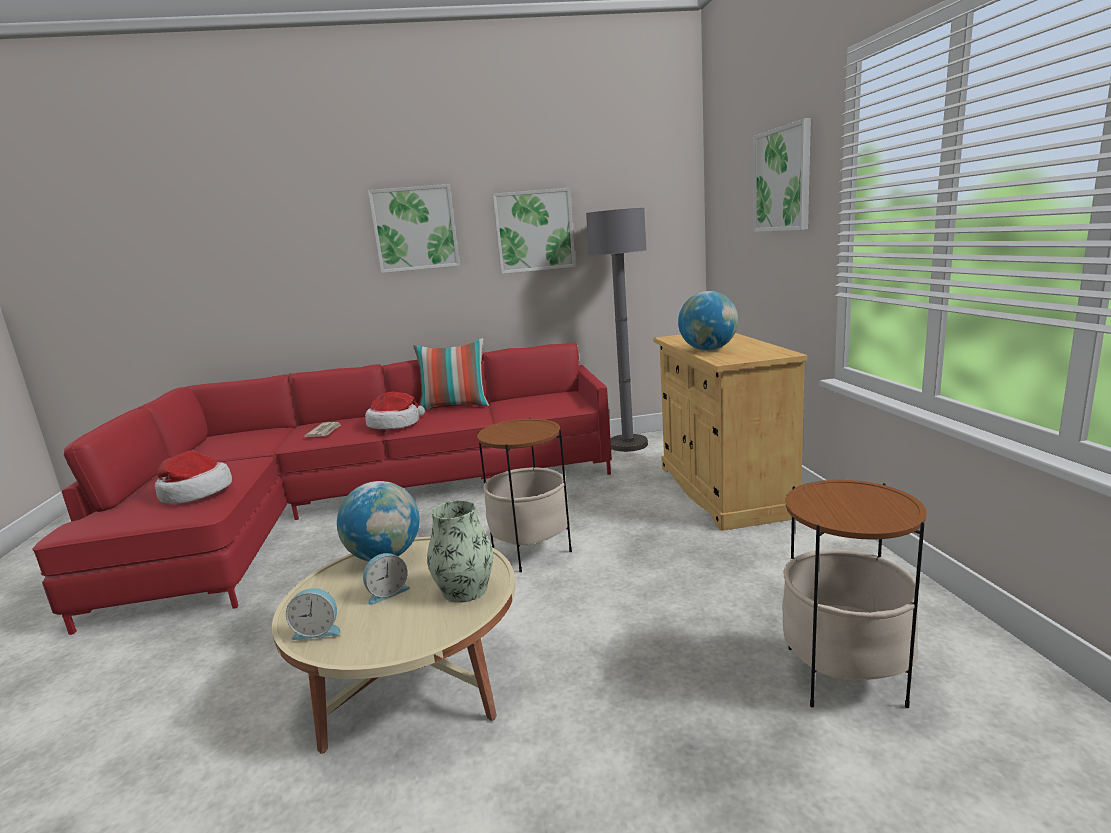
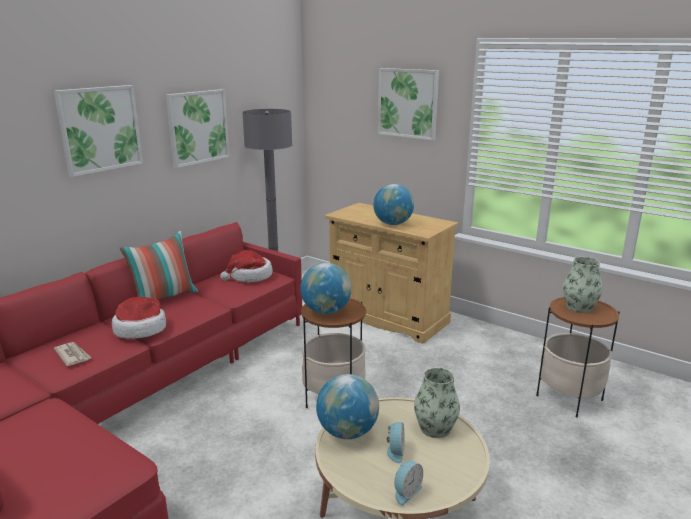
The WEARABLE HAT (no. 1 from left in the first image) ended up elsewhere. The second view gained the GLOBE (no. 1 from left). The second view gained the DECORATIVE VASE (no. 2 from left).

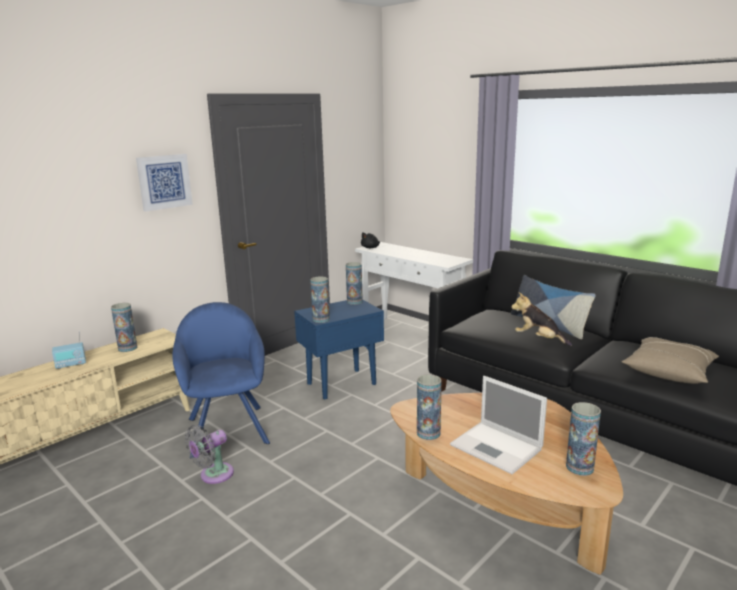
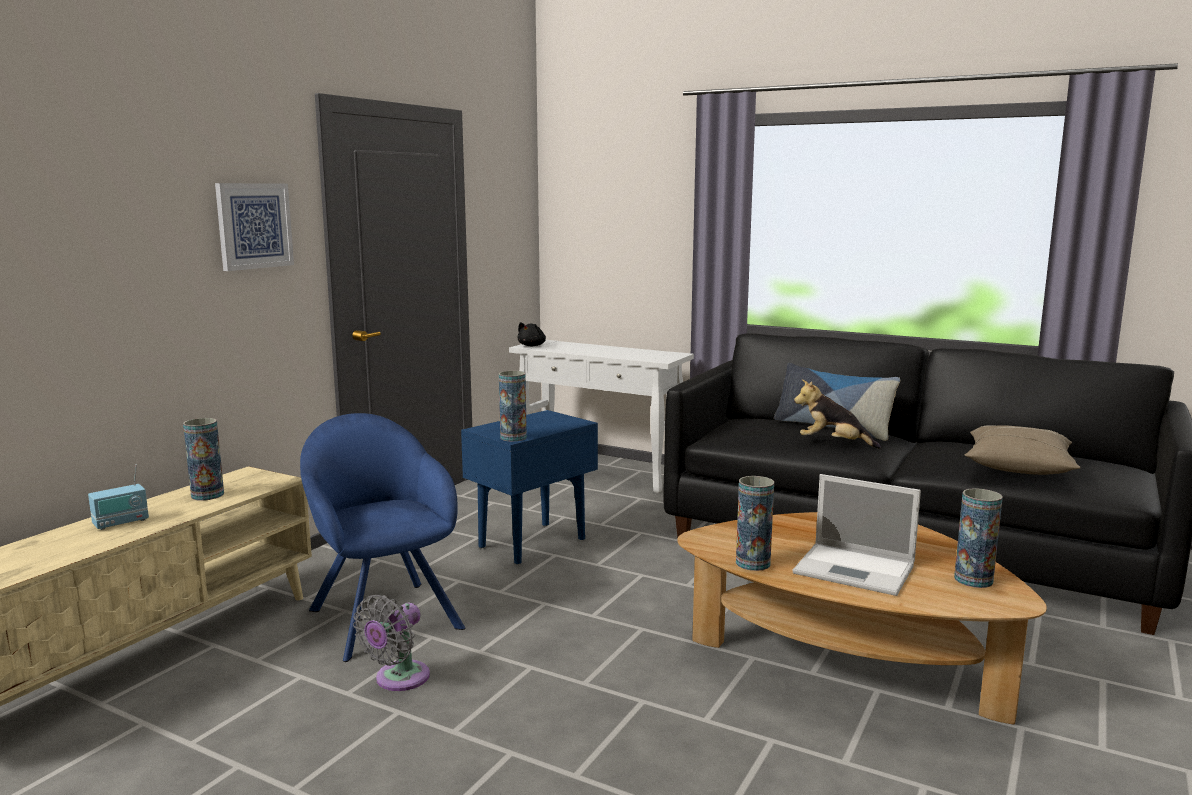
The second view lost the DECORATIVE VASE (no. 3 from left).

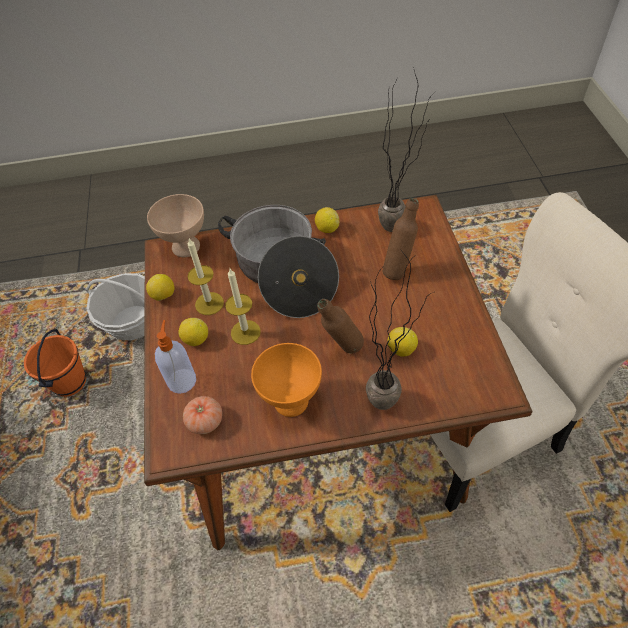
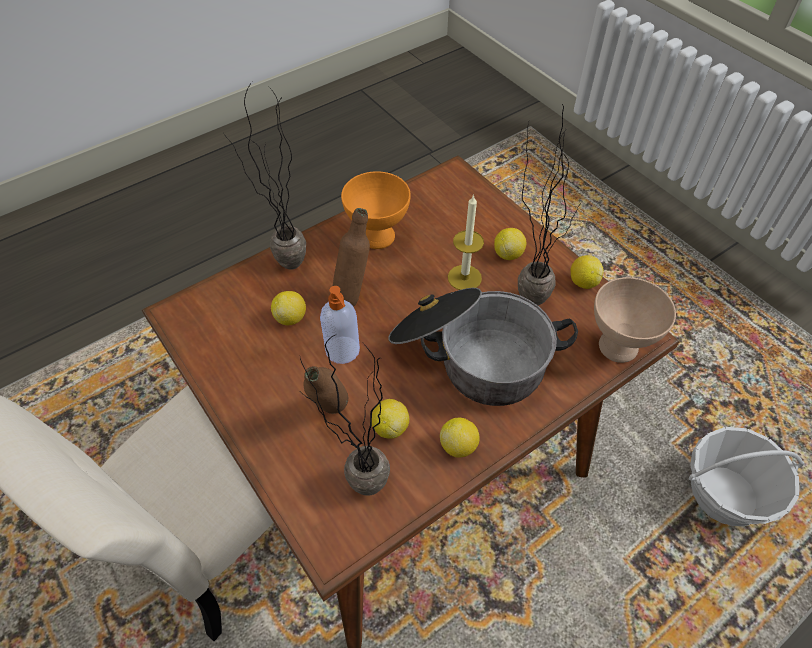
The SOAP DISPENSER ended up elsewhere. The second view gained the WHOLE LEMON (no. 2 from left). Where the WAX LIGHT (no. 1 from left) stood, the HOUSEPLANT (no. 3 from left) came to stand. The second view lost the ORANGE PAIL. The second view lost the FRESH TOMATO.

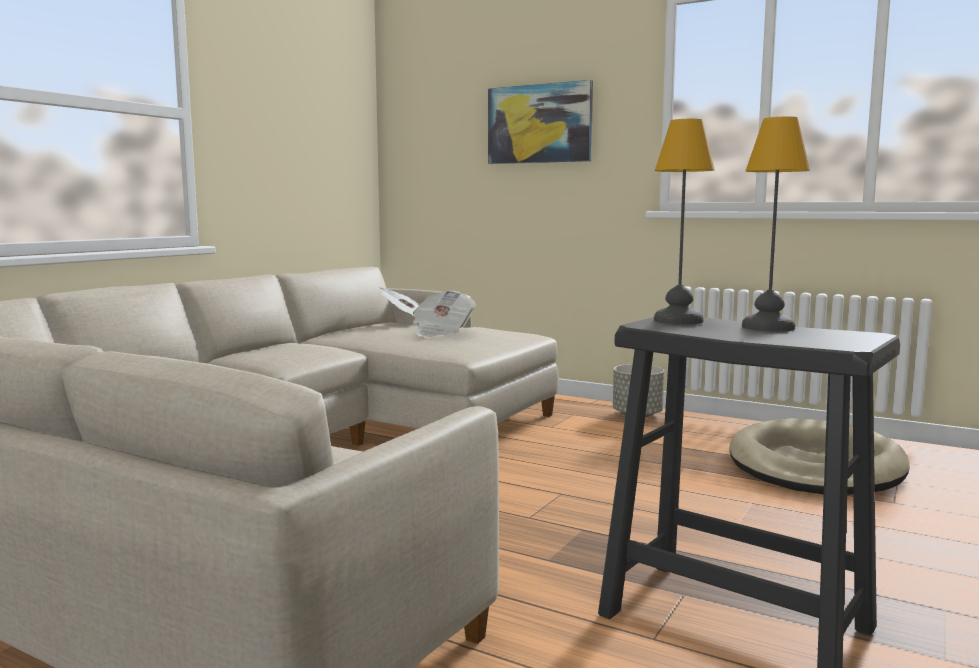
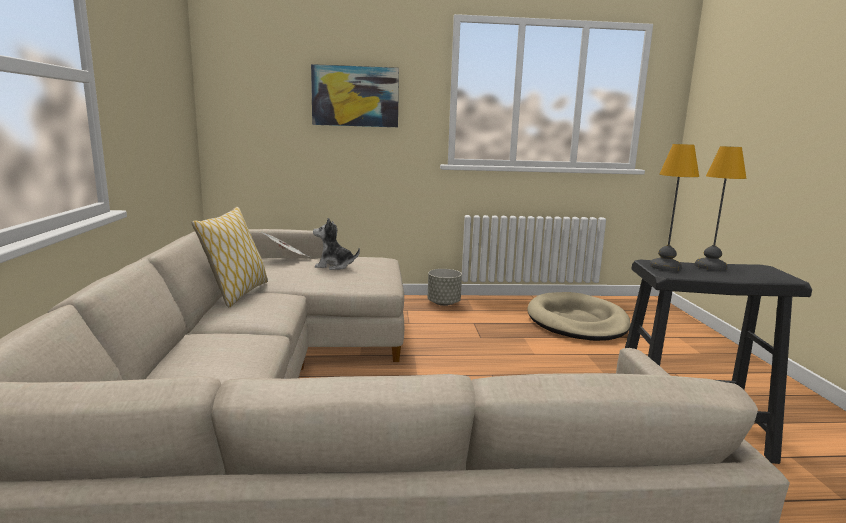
The second view gained the CUSHION. Where the DAILY PAPER (no. 2 from left) stood, the CUDDLY TOY came to stand.

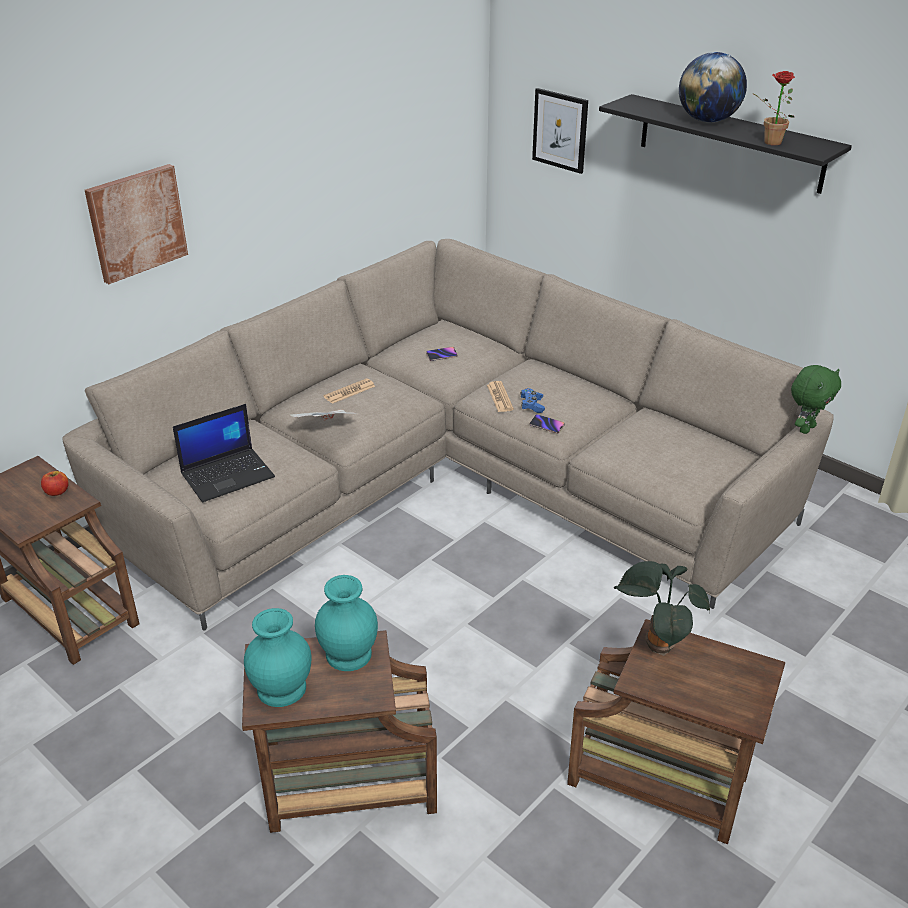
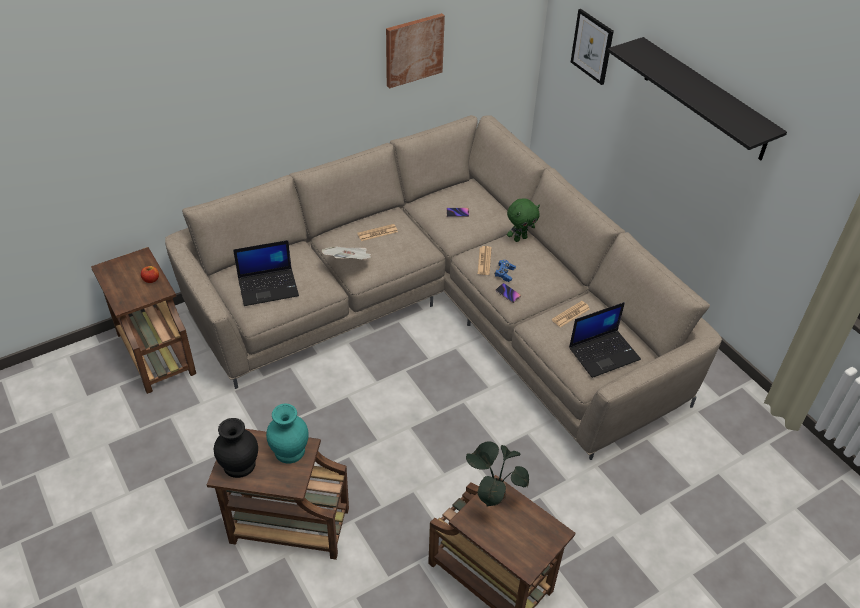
What was the BLUE-GREEN DECORATIVE VASE (no. 1 from left) turned into the BLACKISH DECORATIVE VASE. The WALL ART (no. 1 from left) ended up elsewhere. The GREEN-COLOURED CUDDLY TOY ended up elsewhere. The second view gained the DAILY PAPER (no. 4 from left). The second view gained the LAPTOP (no. 2 from left). The second view lost the GLOBE. The second view lost the HOUSEPLANT (no. 2 from left).

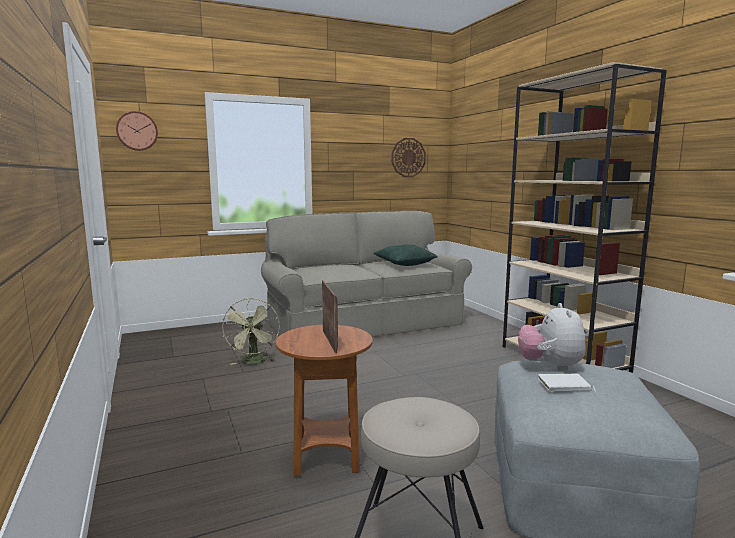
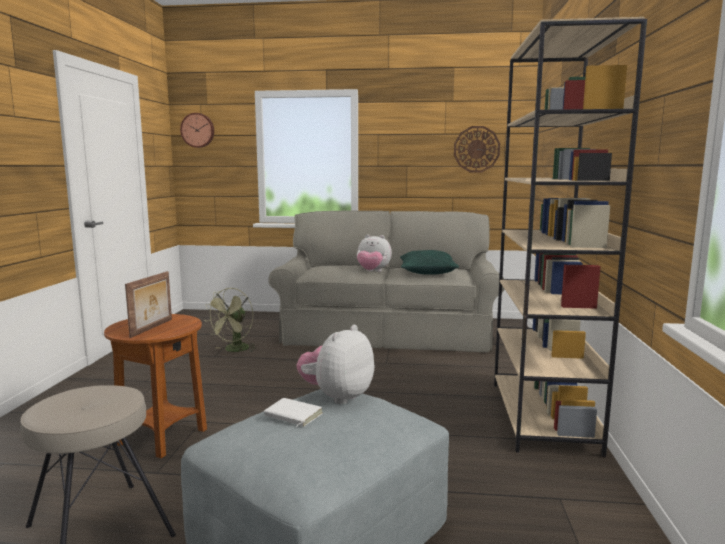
The second view gained the CUDDLY TOY (no. 2 from left).

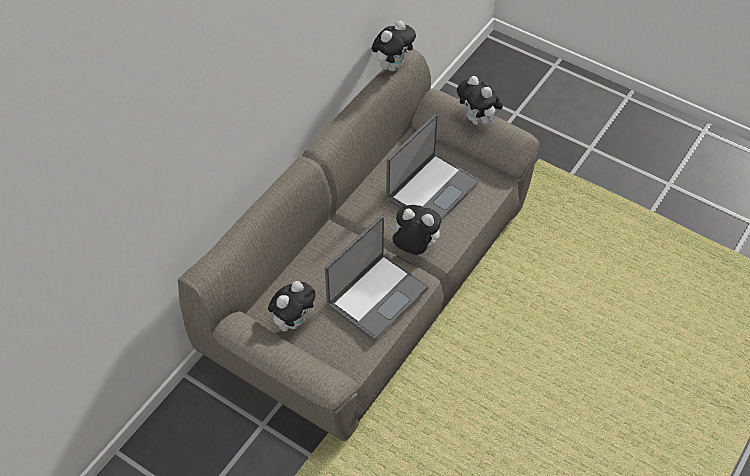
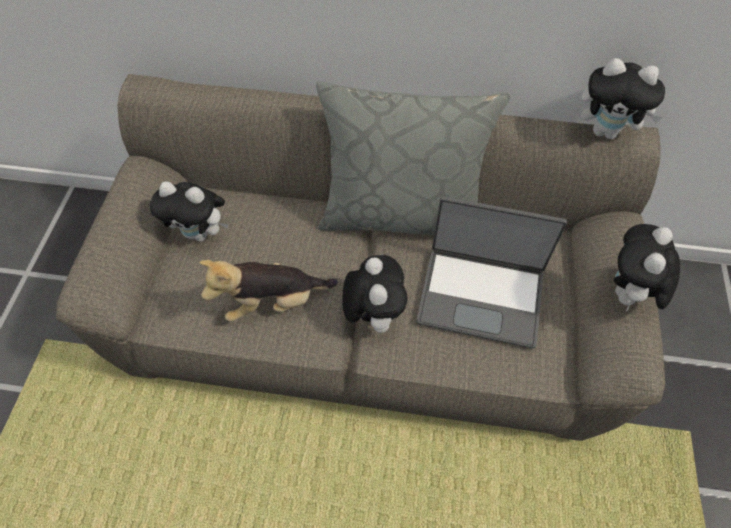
Where the LAPTOP (no. 1 from left) stood, the CUDDLY TOY (no. 2 from left) came to stand. The second view gained the GREY CUSHION.

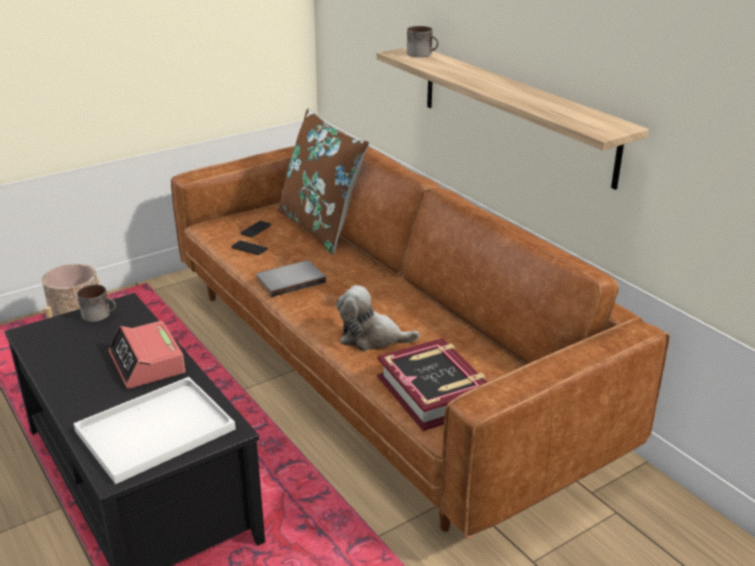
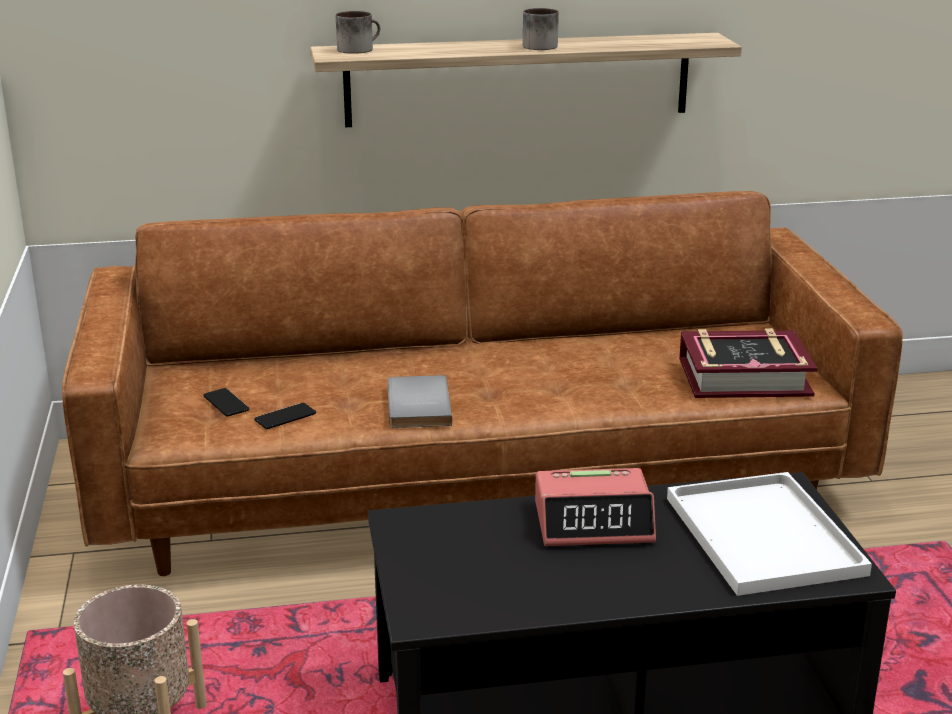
The MUG (no. 1 from left in the first image) ended up elsewhere. The second view lost the BROWNISH CUSHION. The second view lost the CUDDLY TOY.

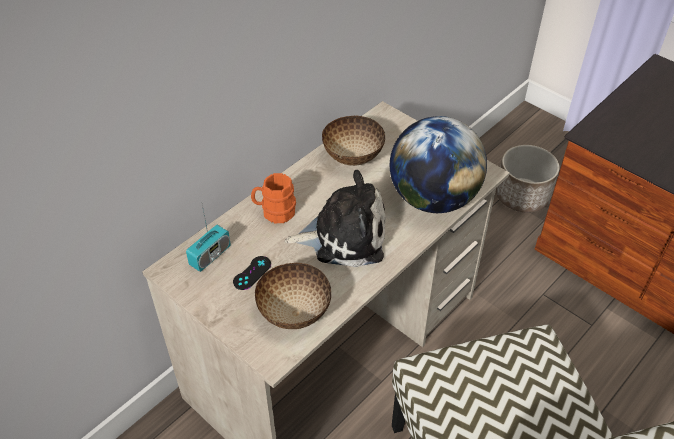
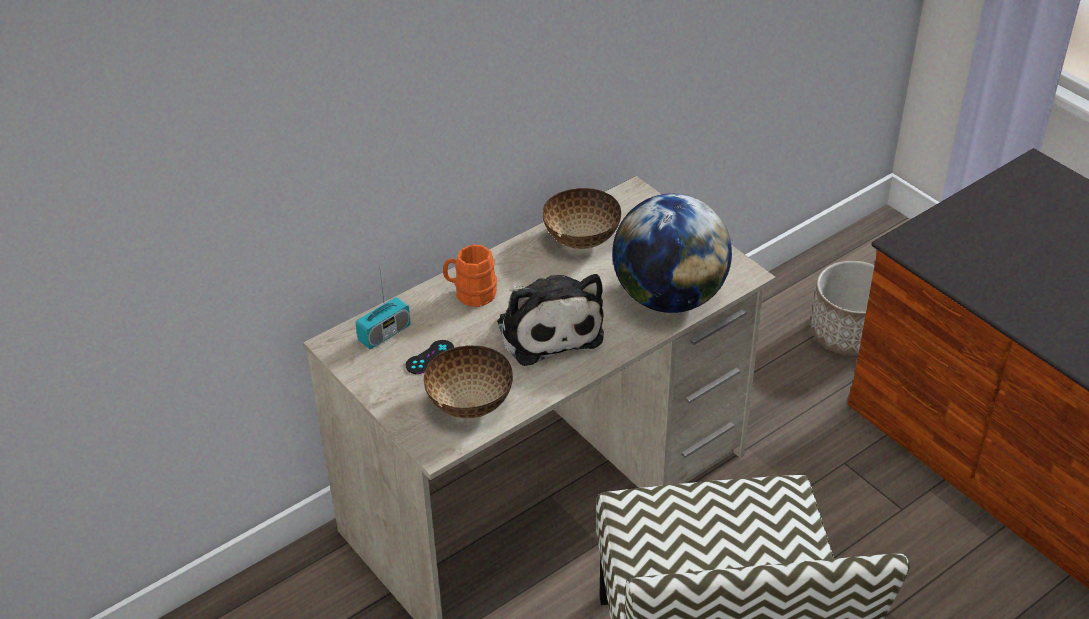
The CUDDLY TOY ended up facing another way, 60 degrees clockwise from before.

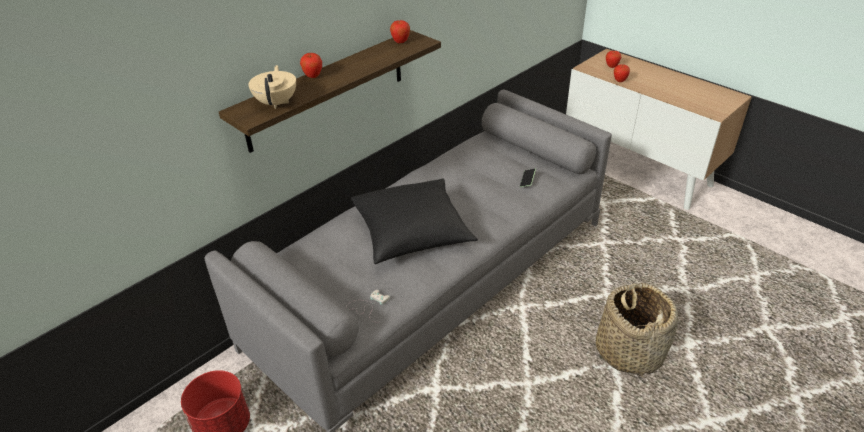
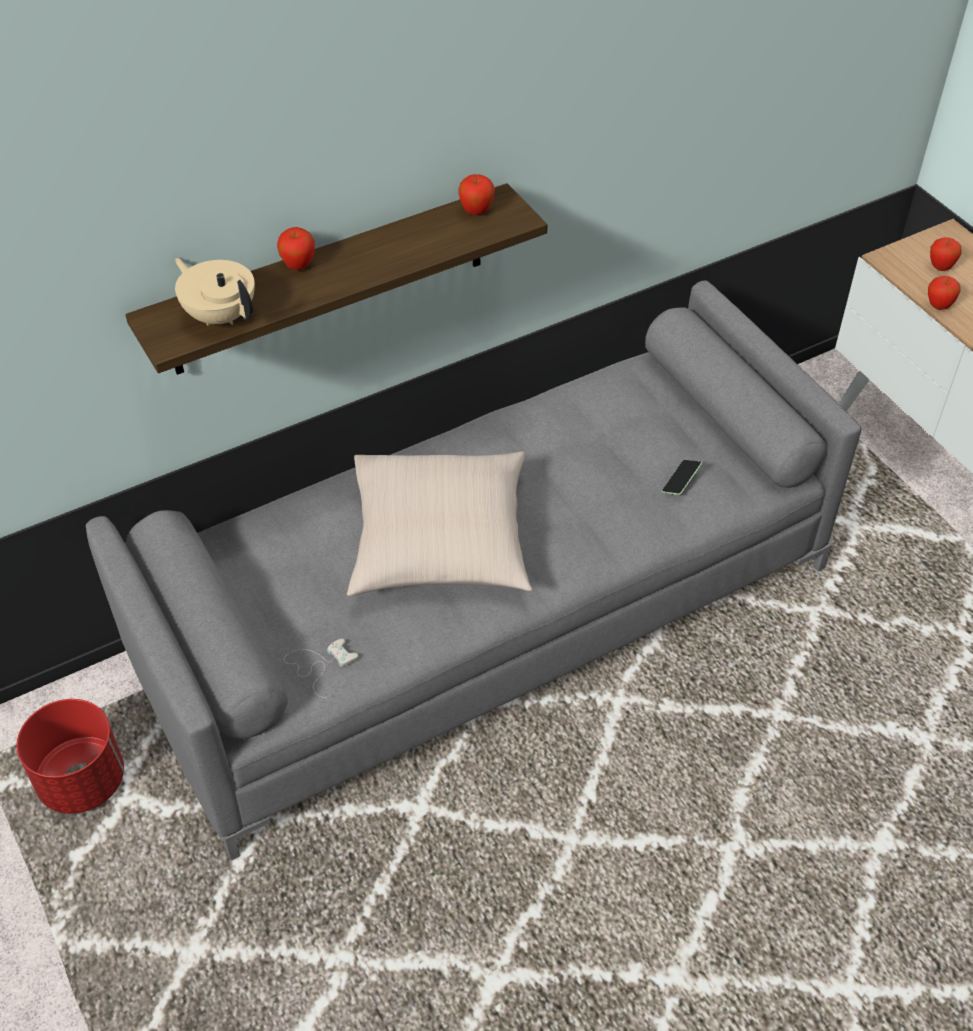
The BEIGE-COLOURED TEAPOT ended up facing another way, 60 degrees counterclockwise from before. What was the BLACKISH CUSHION turned into the BEIGE-COLOURED CUSHION. The second view lost the STORAGE BASKET.

